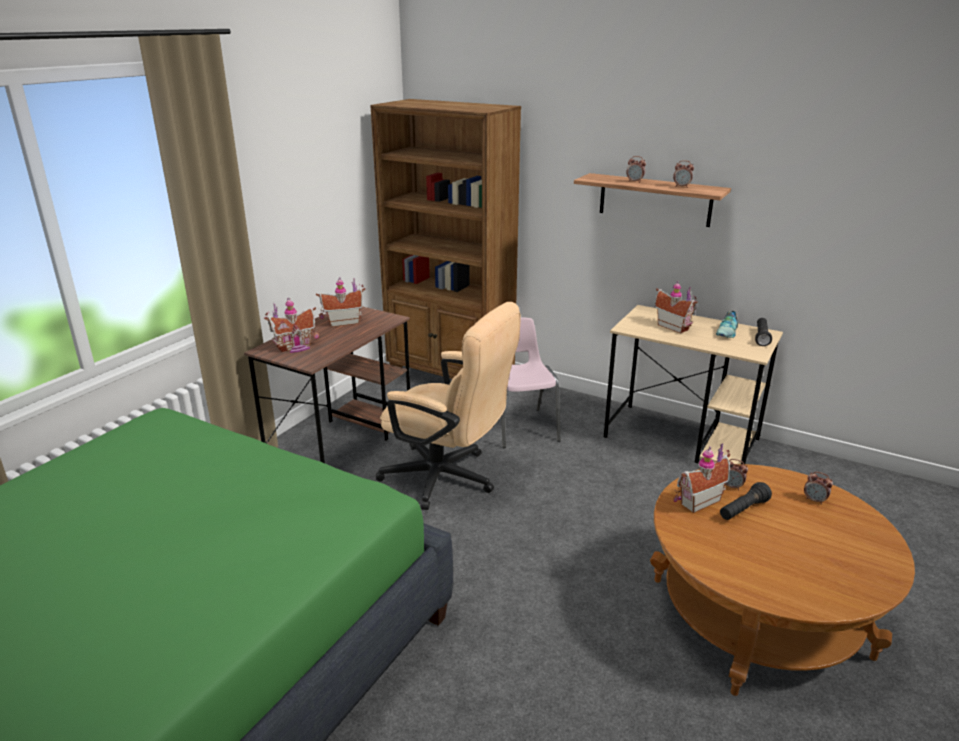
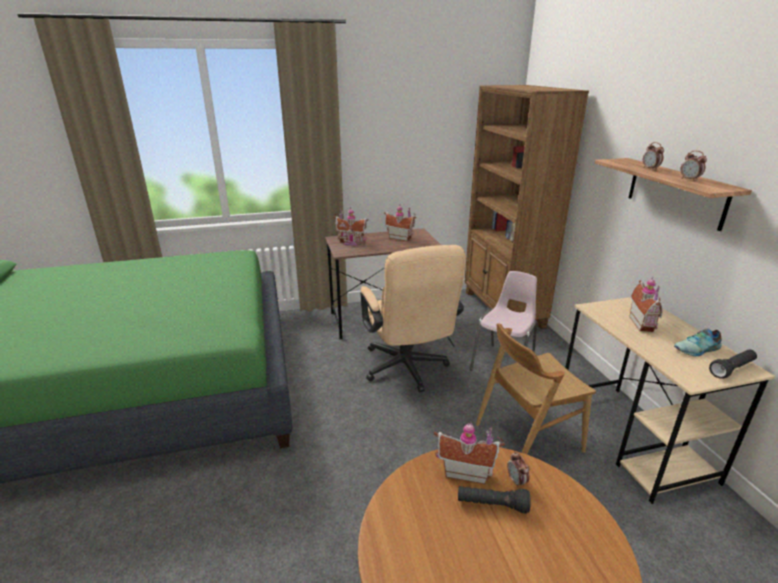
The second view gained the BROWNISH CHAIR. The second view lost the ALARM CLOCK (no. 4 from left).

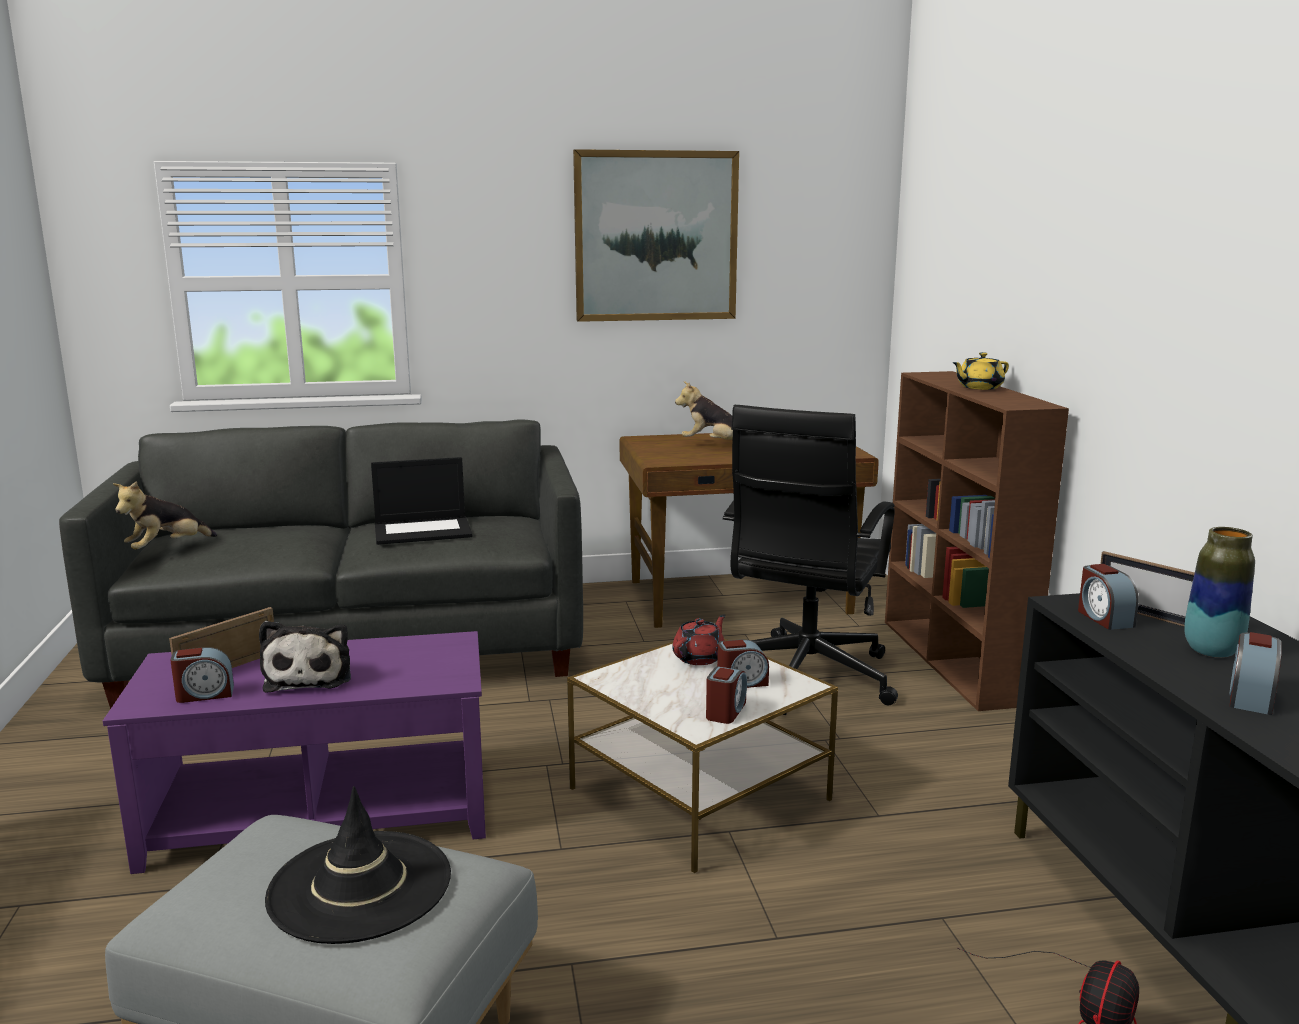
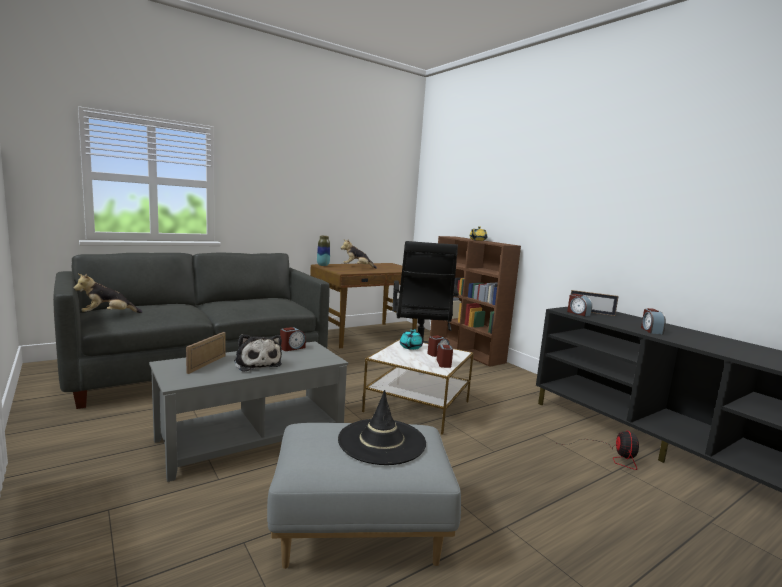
The CUDDLY TOY (no. 1 from left) ended up facing another way, 45 degrees clockwise from before. What was the PURPLE LOW TABLE turned into the GREY LOW TABLE. The ALARM CLOCK (no. 1 from left) ended up elsewhere. The DECORATIVE VASE ended up elsewhere. What was the RED TEAPOT turned into the BLUE-GREEN TEAPOT. The second view lost the LAPTOP. The second view lost the WALL ART.

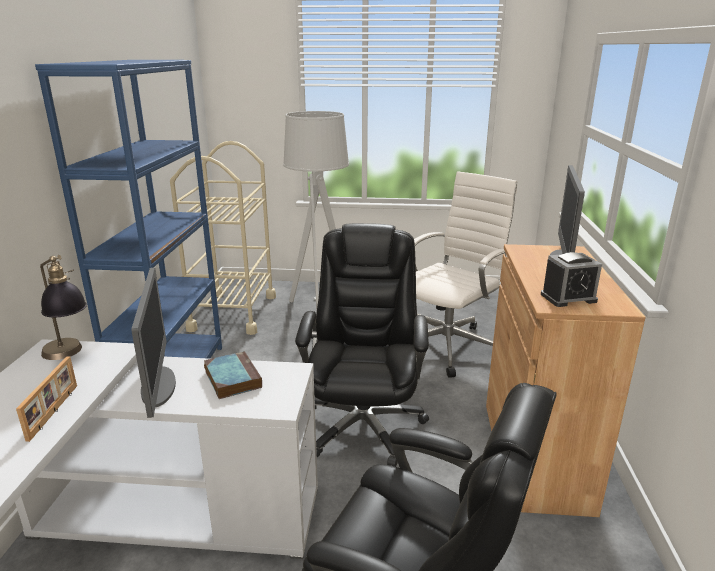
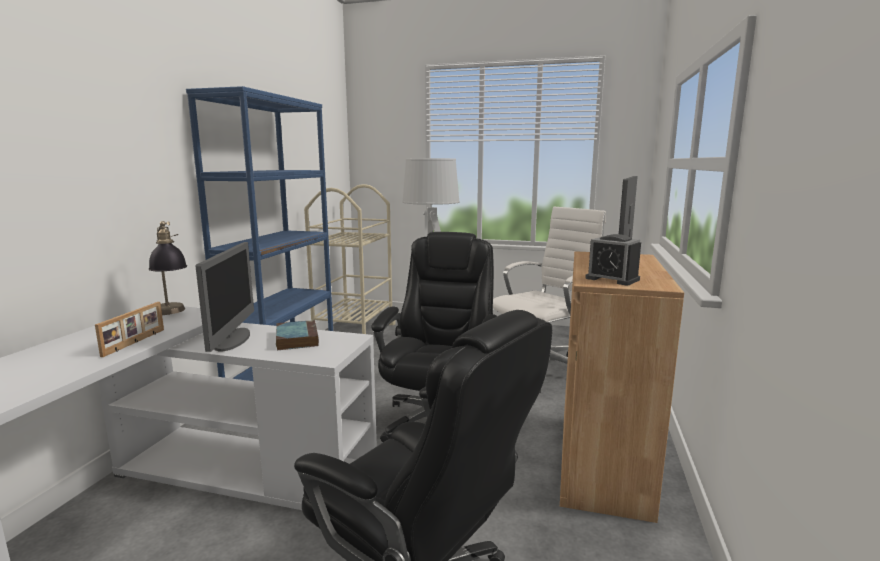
The ALARM CLOCK ended up facing another way, 45 degrees clockwise from before.

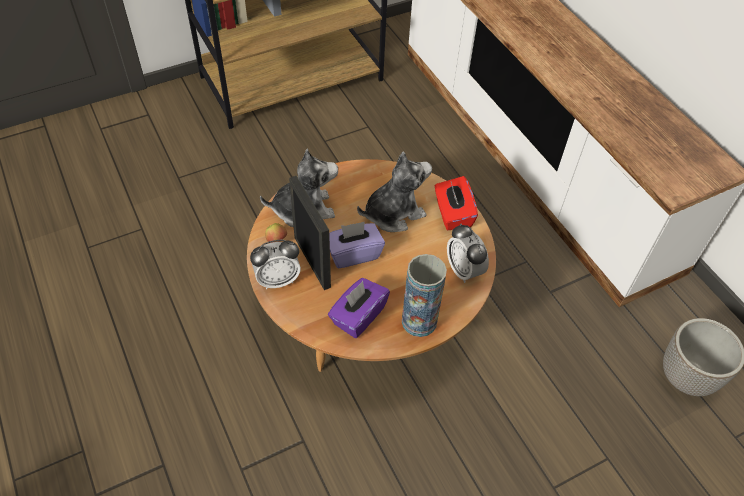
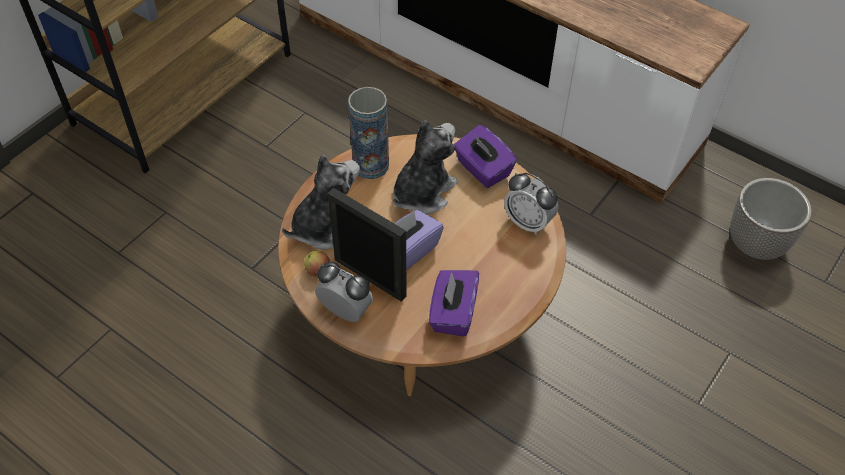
The ALARM CLOCK (no. 1 from left) ended up facing another way, 105 degrees counterclockwise from before. The DECORATIVE VASE ended up elsewhere. What was the RED TISSUE BOX turned into the PURPLE TISSUE BOX (no. 3 from left).

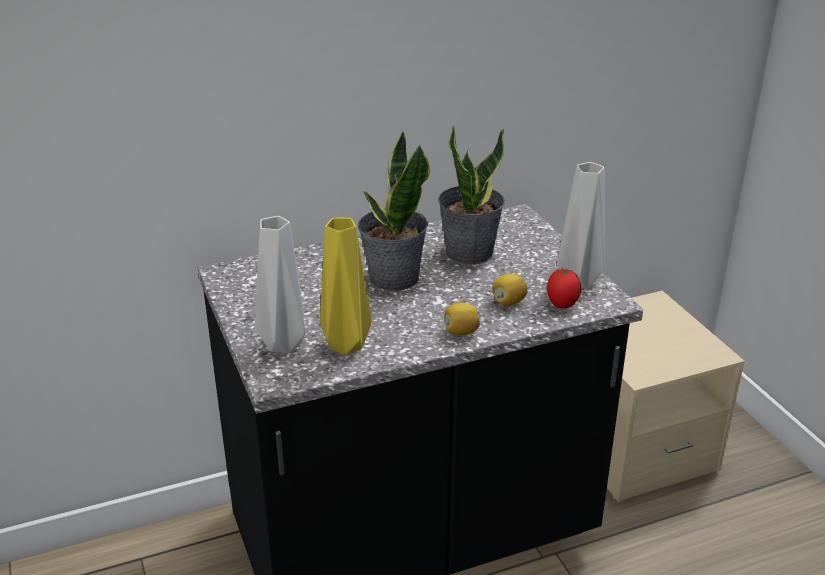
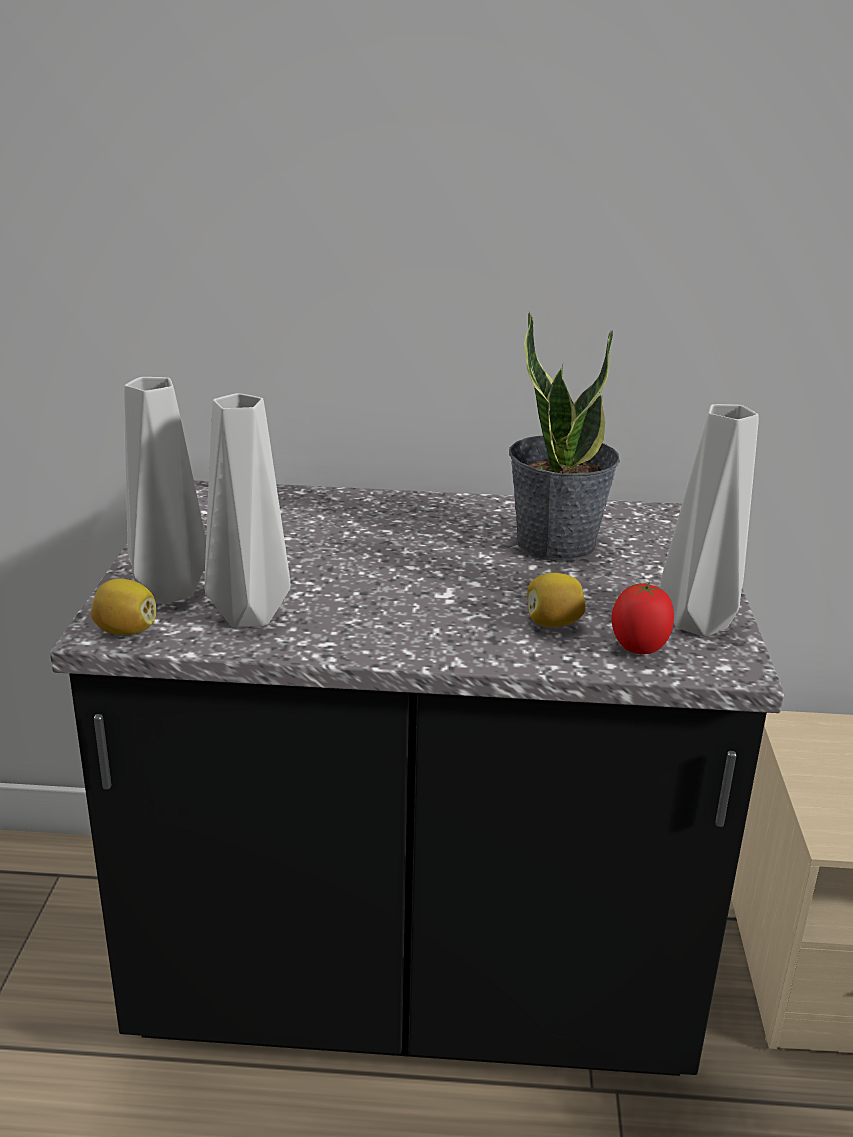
The WHOLE LEMON (no. 1 from left) ended up elsewhere. What was the YELLOWISH DECORATIVE VASE turned into the GREY DECORATIVE VASE (no. 2 from left). The second view lost the HOUSEPLANT (no. 1 from left).

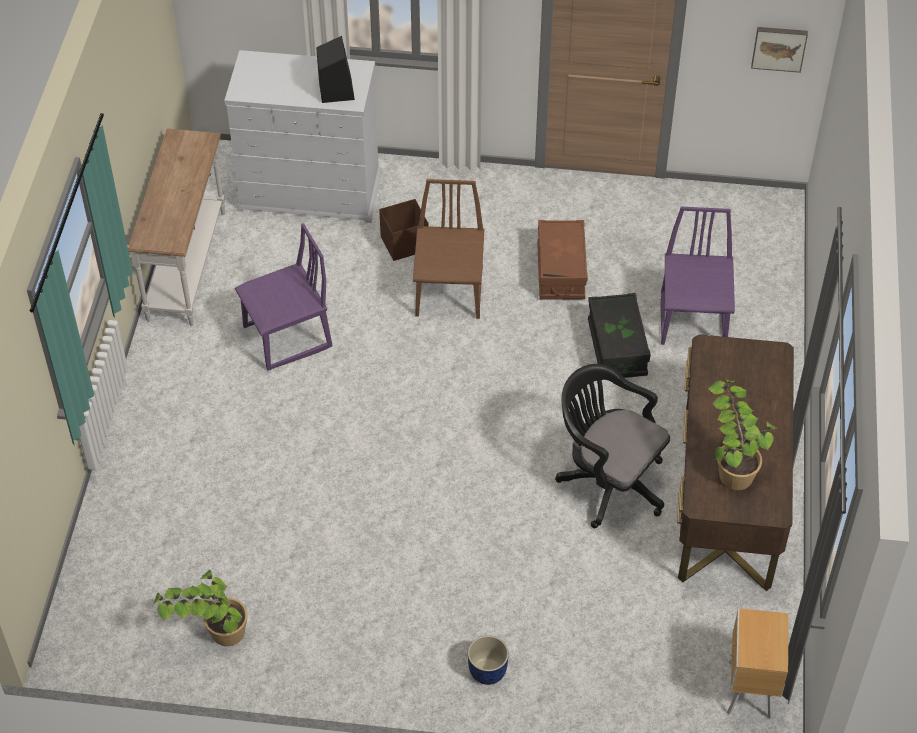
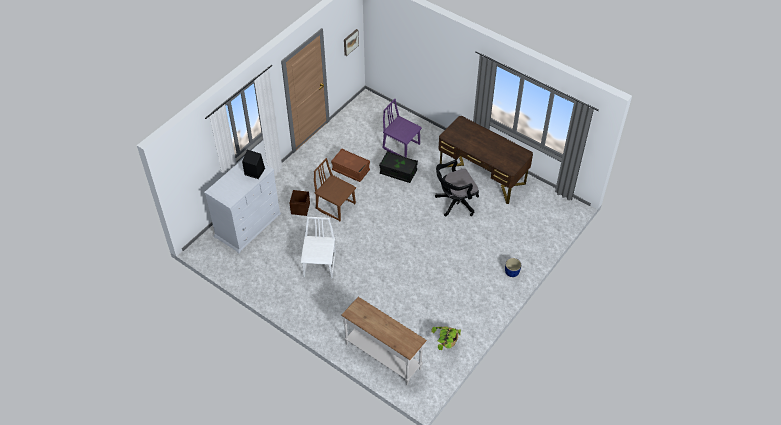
What was the PURPLE CHAIR (no. 1 from left) turned into the WHITISH CHAIR. The WHITISH HALL TABLE ended up elsewhere. The second view lost the HOUSEPLANT (no. 2 from left). The second view lost the BROWNISH NIGHT TABLE.

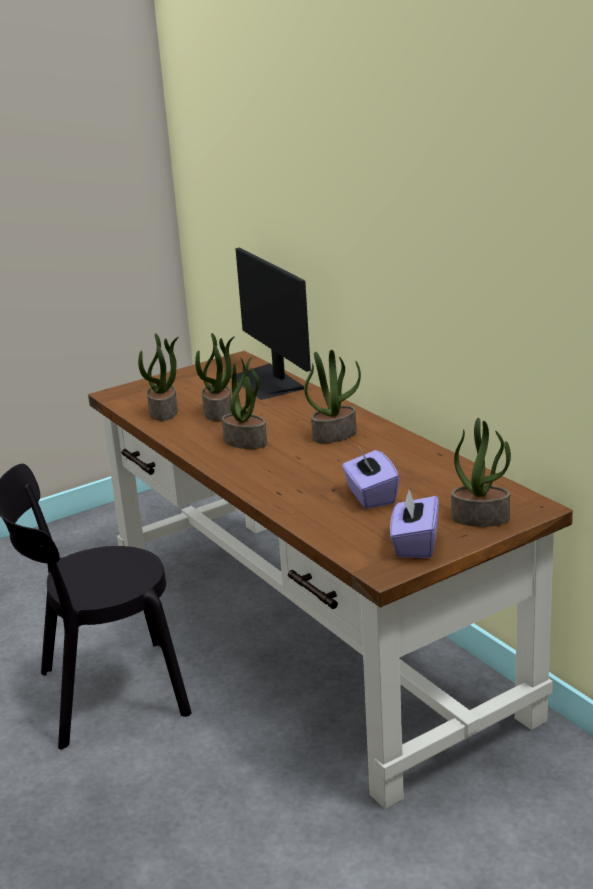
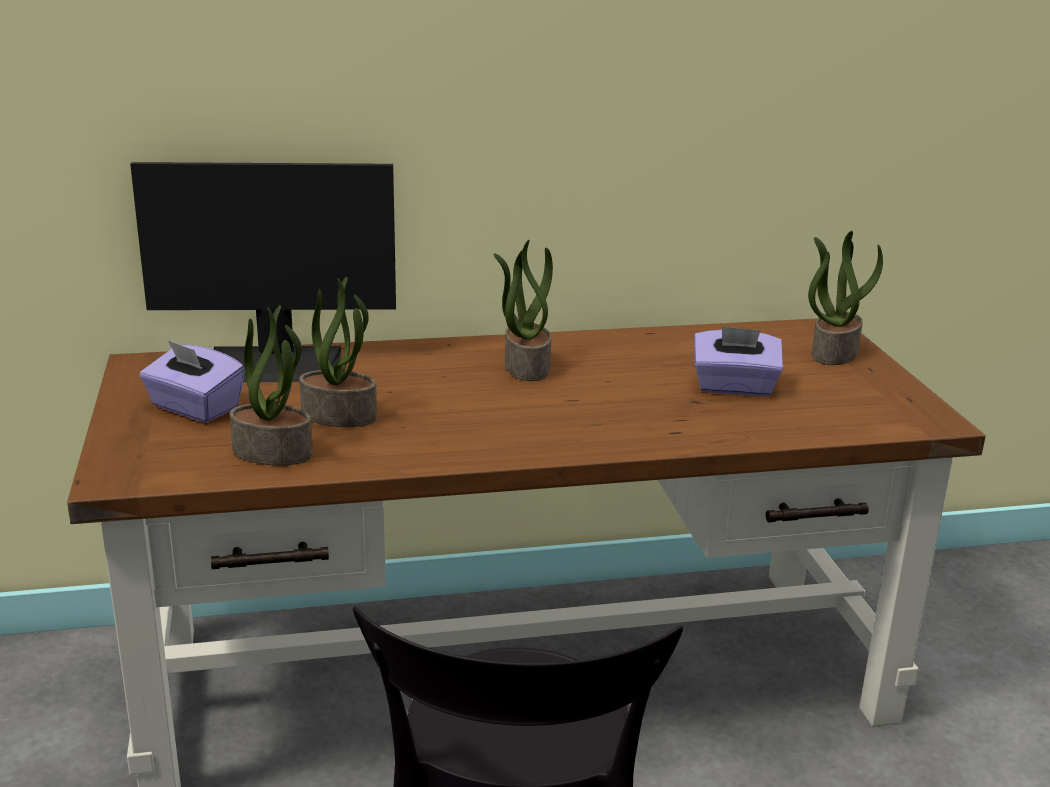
The PURPLE TISSUE BOX (no. 2 from left in the first image) ended up elsewhere. The second view lost the HOUSEPLANT (no. 3 from left).

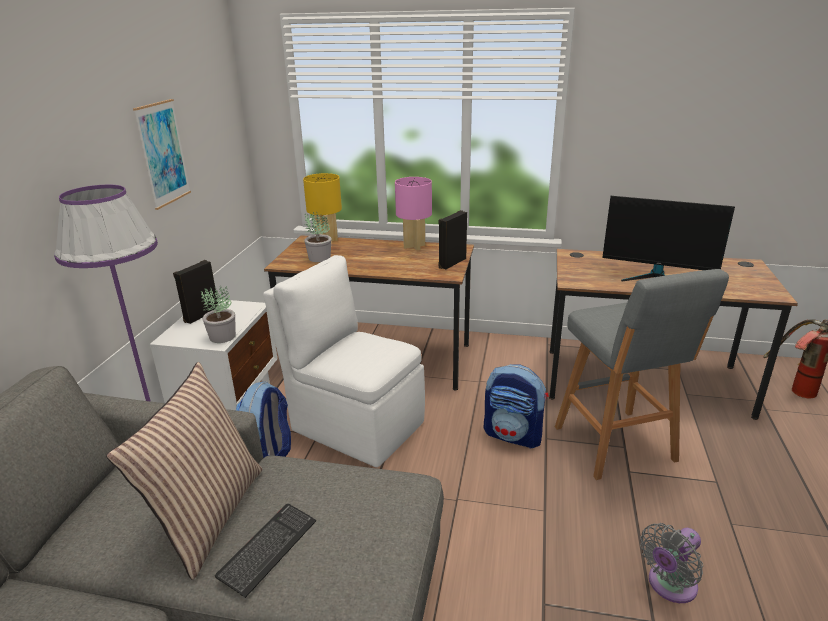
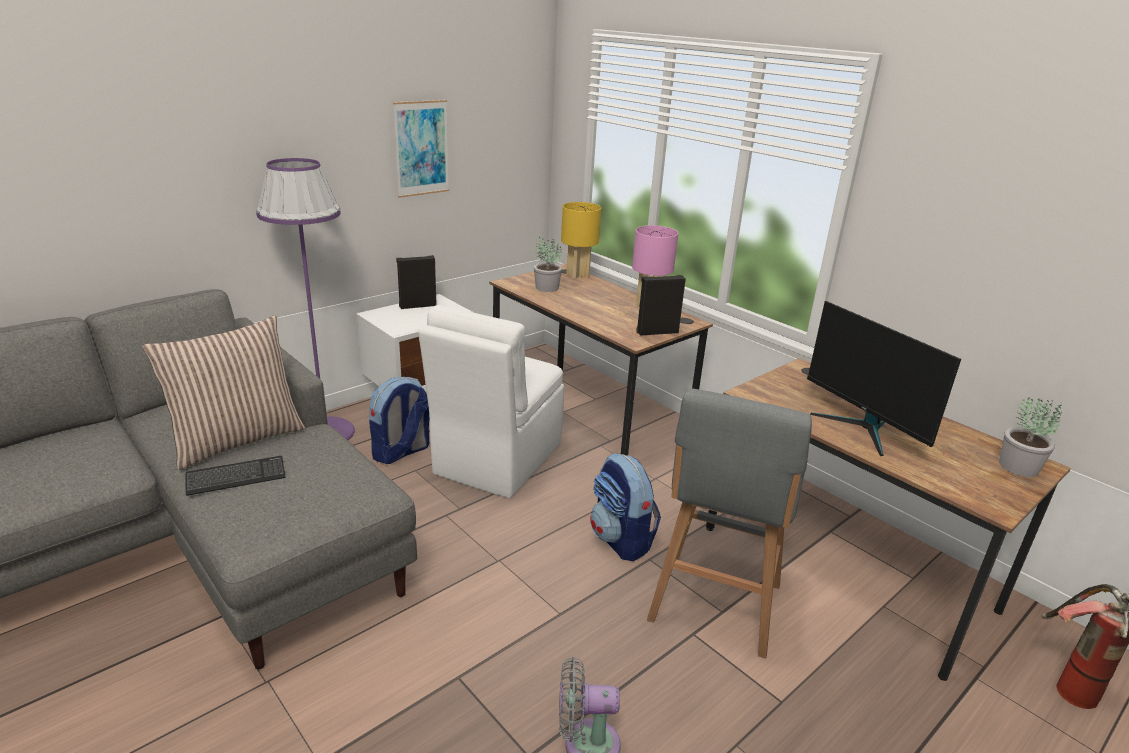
The WHITISH CHAIR ended up facing another way, 135 degrees counterclockwise from before. The HOUSEPLANT (no. 1 from left in the first image) ended up elsewhere.

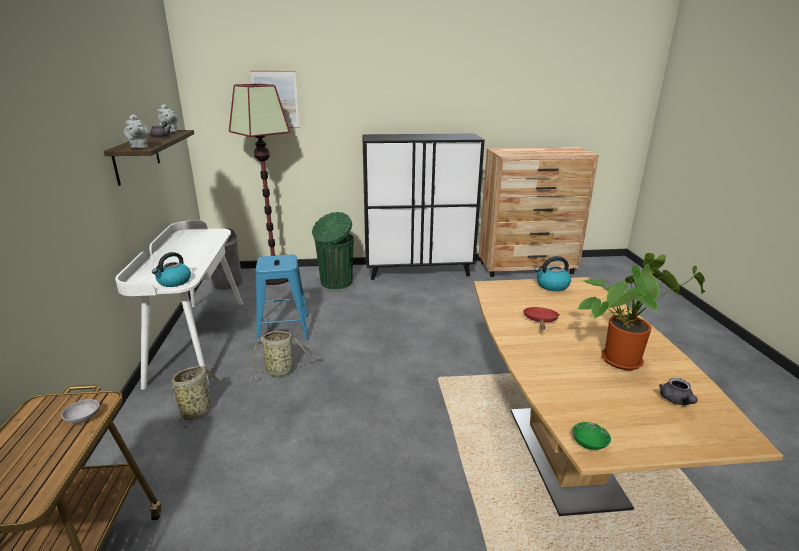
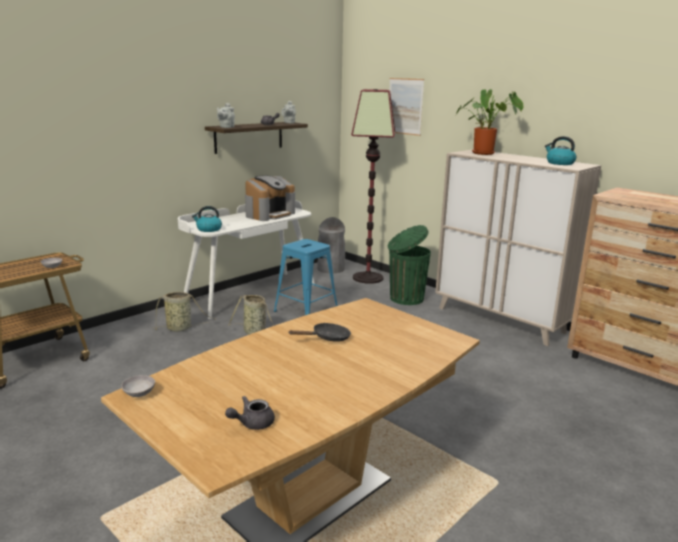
What was the GREEN-COLOURED BOWL turned into the GREY BOWL (no. 2 from left). The second view gained the COFFEE MAKER. What was the RED SKILLET turned into the BLACKISH SKILLET. What was the BLACKISH CUPBOARD turned into the BEIGE-COLOURED CUPBOARD. The HOUSEPLANT ended up elsewhere. The TEA KETTLE (no. 2 from left) ended up elsewhere.

